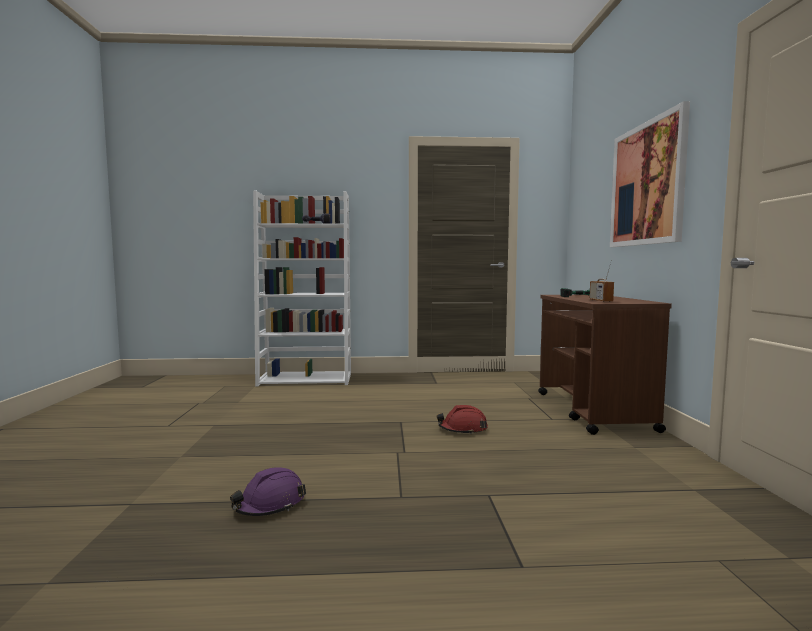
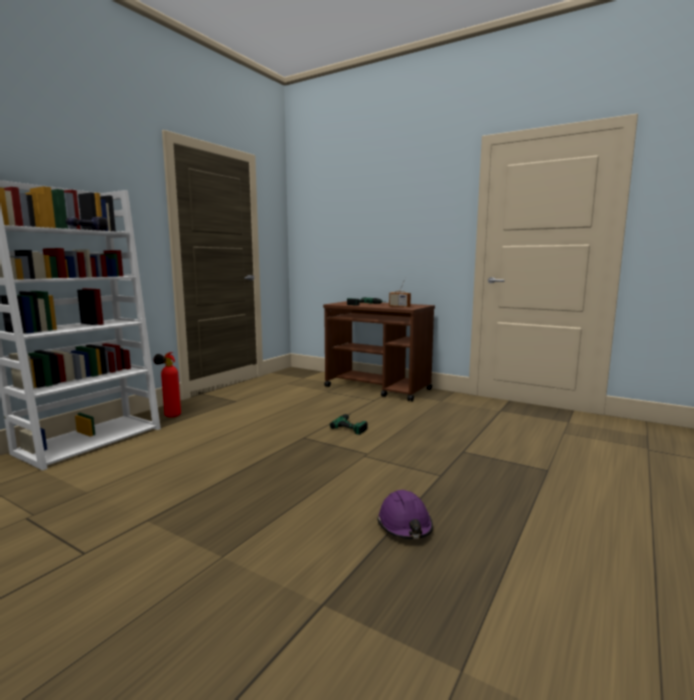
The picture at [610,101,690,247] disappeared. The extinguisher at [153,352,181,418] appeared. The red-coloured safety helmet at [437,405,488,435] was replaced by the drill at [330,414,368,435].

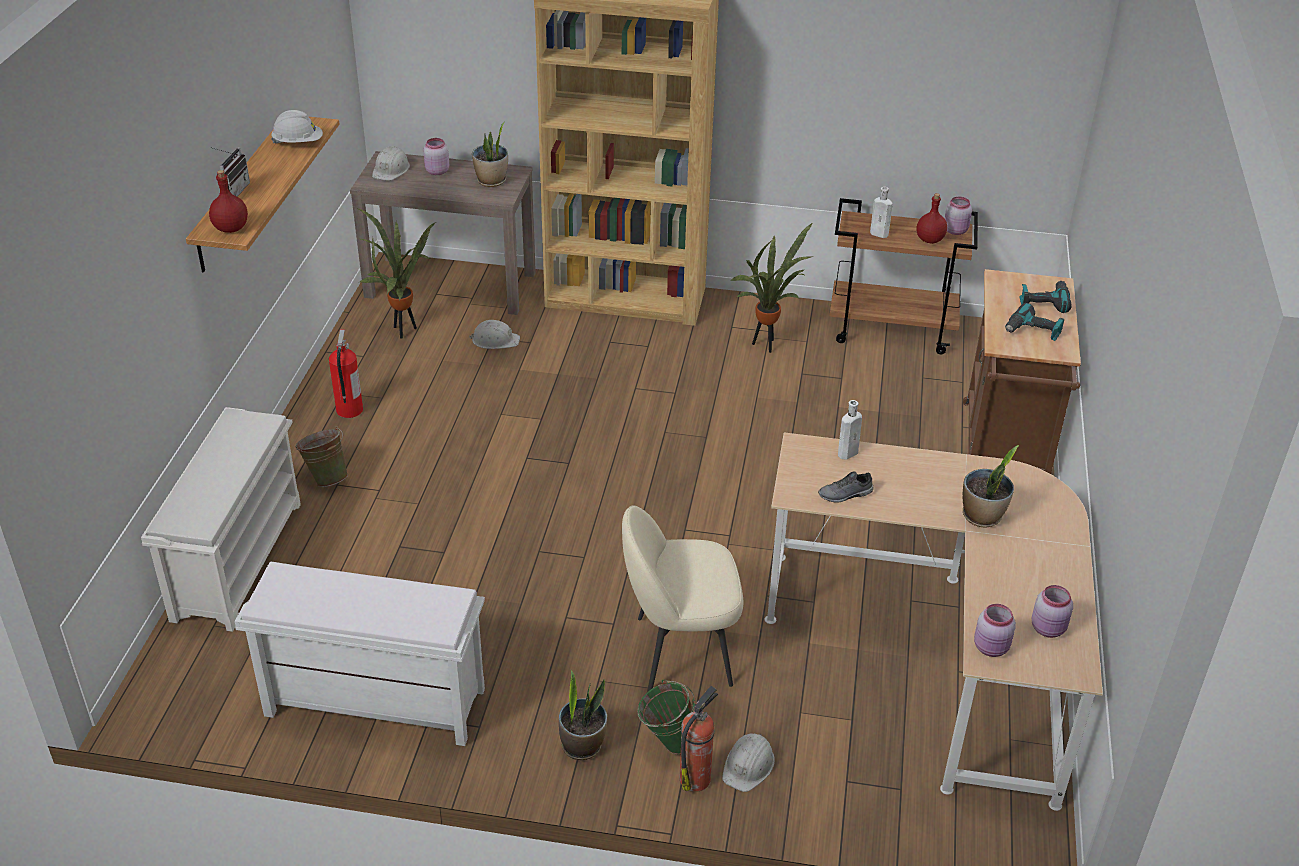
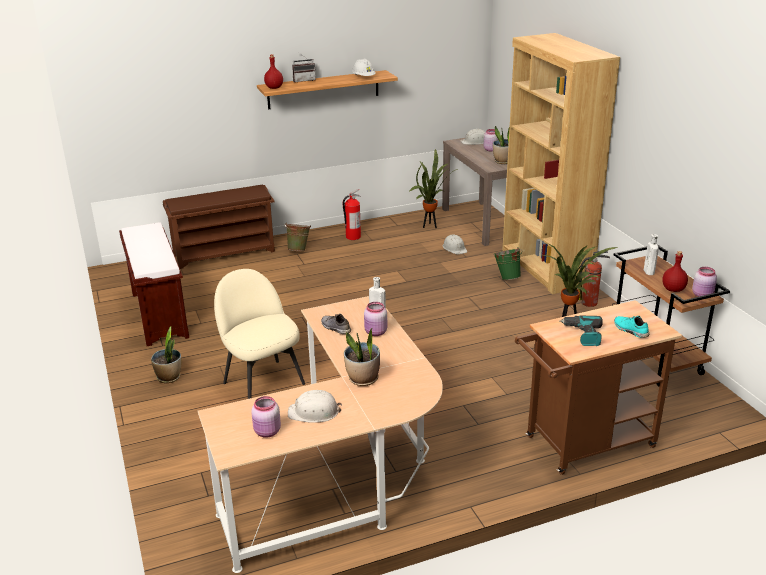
The greenish water bucket moved from [637,680,696,754] to [494,247,522,280]. The extinguisher moved from [680,686,718,792] to [578,251,610,307]. The white safety helmet moved from [722,733,775,792] to [288,390,342,423]. The pinkish jar moved from [974,604,1016,657] to [364,302,387,336]. The drill at [1019,281,1072,313] was replaced by the turquoise-coloured shoe at [614,316,649,338]. The white shoe stand at [141,407,301,632] became the brownish shoe stand at [163,185,275,269]. The white indoor bench at [235,562,485,746] became the brownish indoor bench at [119,222,189,346].

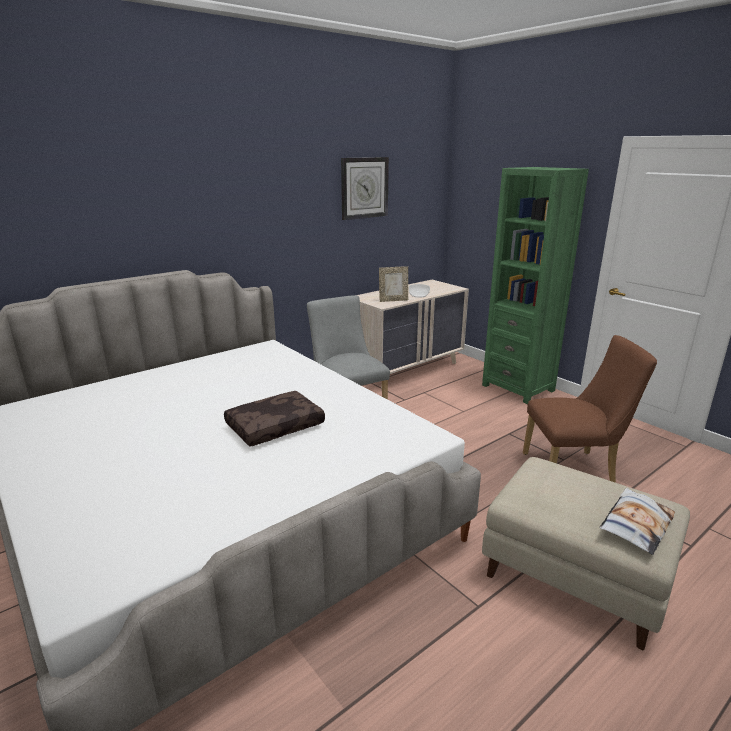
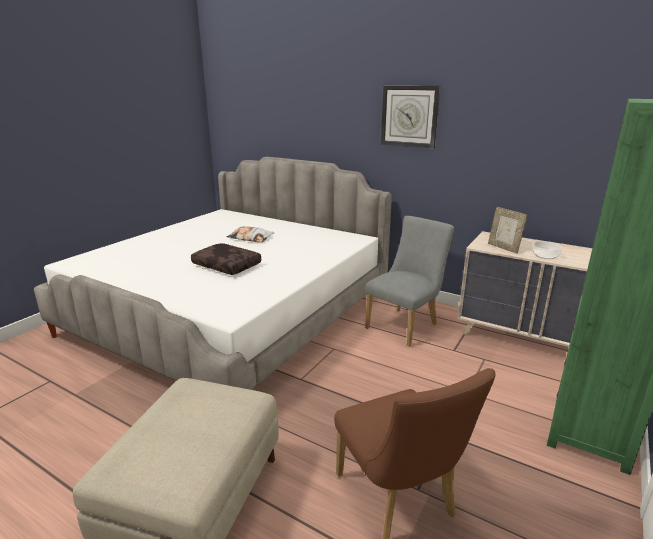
The hanging clock moved from [341,157,389,220] to [381,85,440,148]. The cushion moved from [600,488,675,555] to [227,226,274,242].

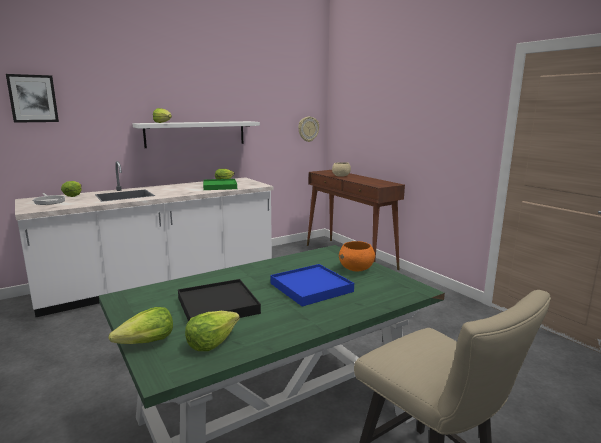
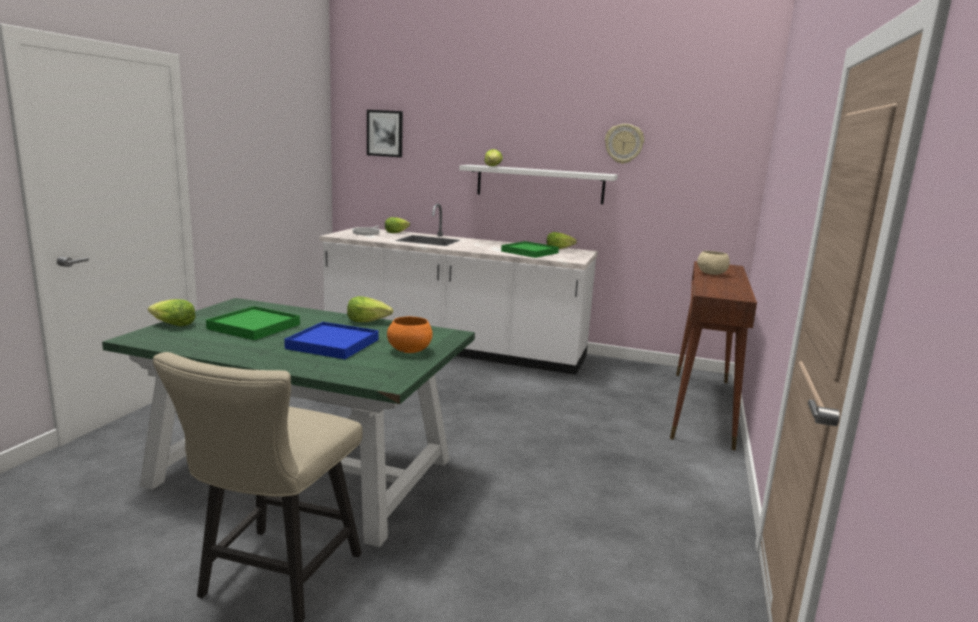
The lettuce head moved from [185,311,240,351] to [347,296,393,322]. The hanging clock moved from [298,117,319,142] to [605,124,644,164]. The blackish serving tray at [178,279,261,322] became the greenish serving tray at [206,306,300,340].

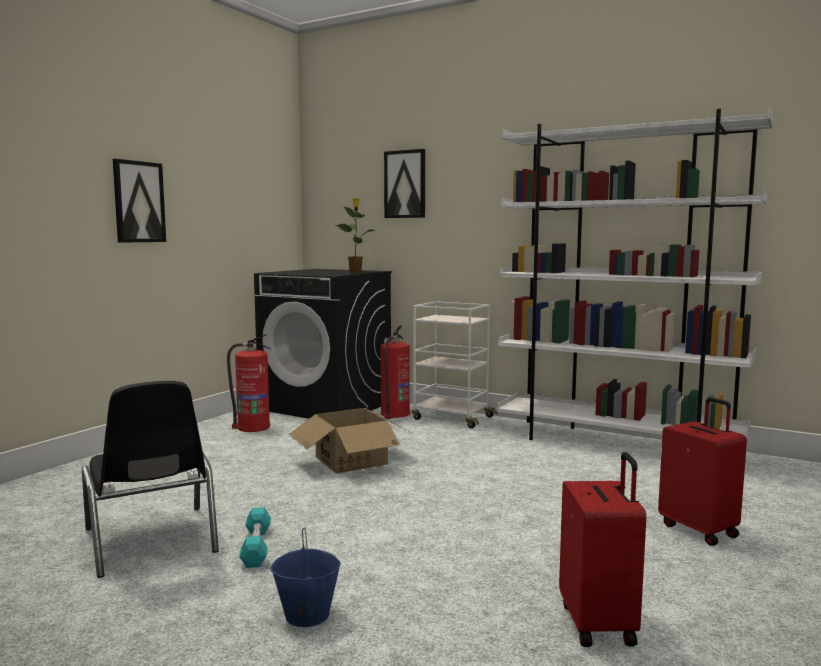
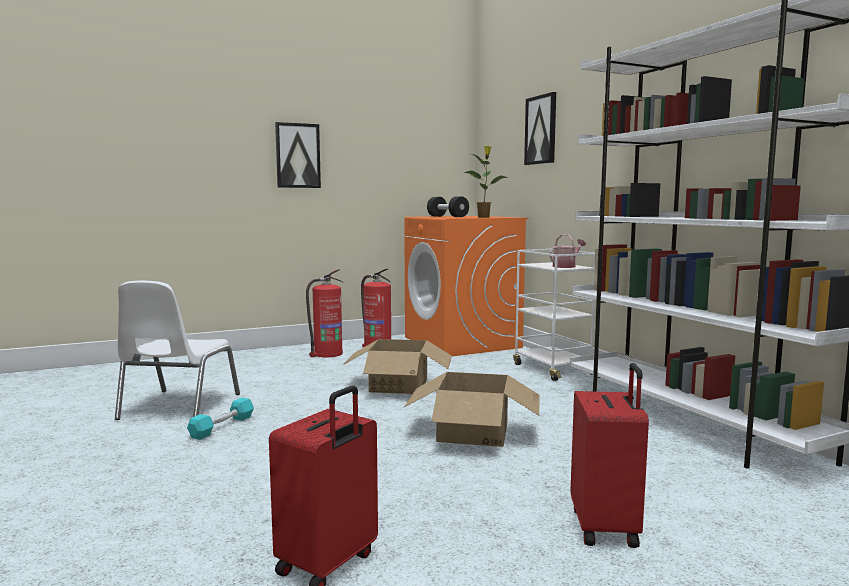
The blue water bucket at [270,527,341,627] disappeared. The packing box at [404,372,540,447] appeared. The blackish free weight at [427,196,469,217] appeared. The sprinkling can at [549,234,586,268] appeared. The extinguisher moved from [381,325,410,419] to [306,269,343,357]. The blackish chair at [82,381,219,578] became the white chair at [115,281,240,420]. The blackish laundry machine at [254,269,392,419] became the orange laundry machine at [404,216,529,356].

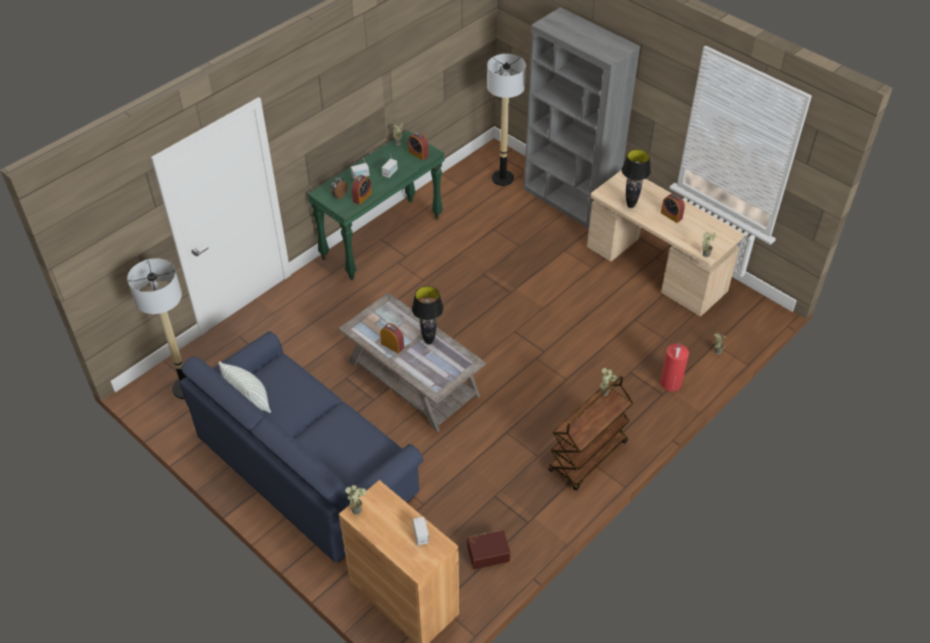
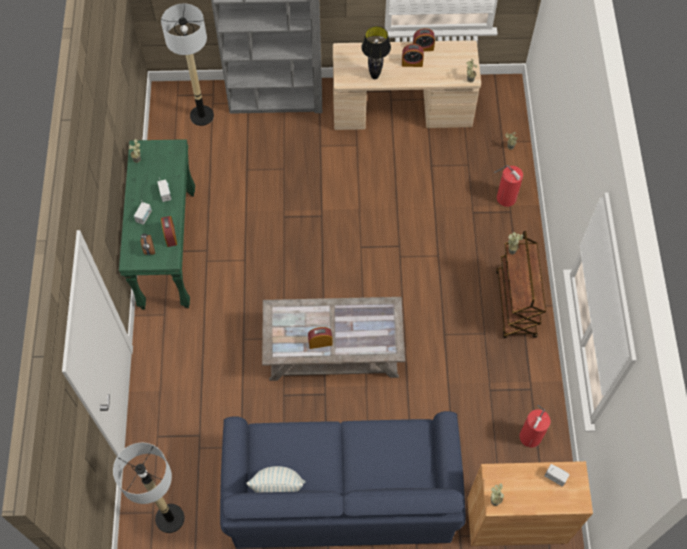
The blackish table lamp at [412,286,444,344] disappeared. The alarm clock moved from [408,132,429,160] to [413,28,435,51]. The brownish storage container at [467,530,510,569] was replaced by the extinguisher at [519,405,550,448].

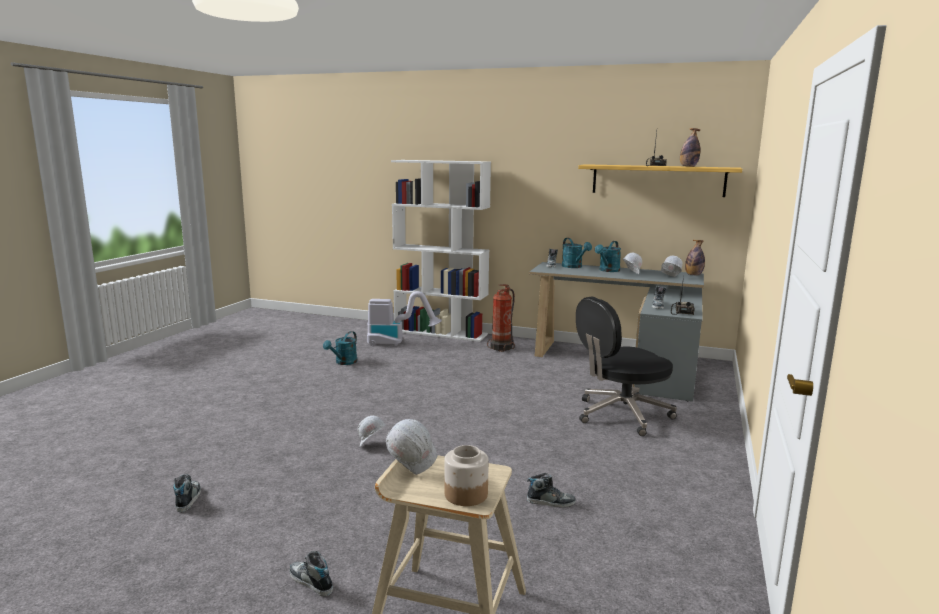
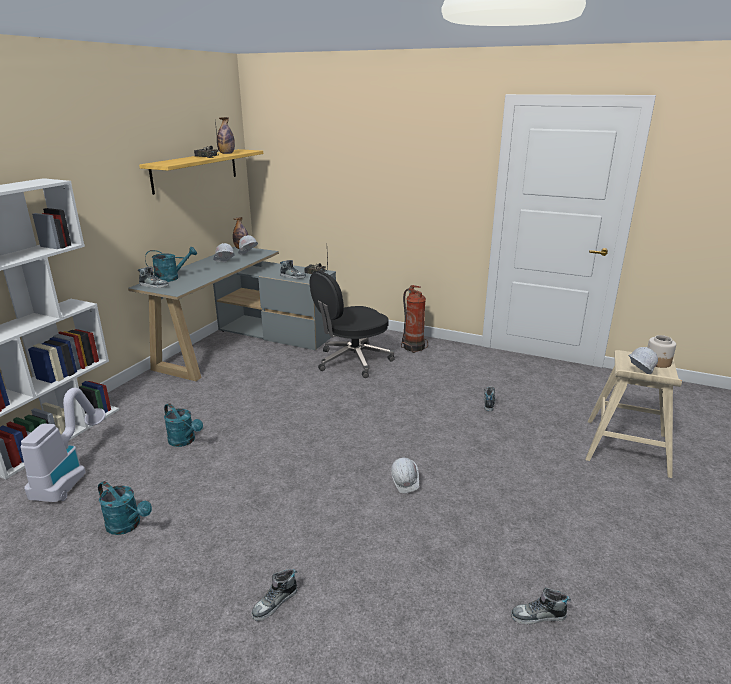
The shoe moved from [289,551,333,597] to [251,569,297,621]. The extinguisher moved from [487,284,515,352] to [401,285,428,353]. The turquoise-coloured sprinkling can moved from [595,241,621,272] to [164,403,203,447]. The blackish office chair at [576,296,677,436] turned 75 degrees clockwise.

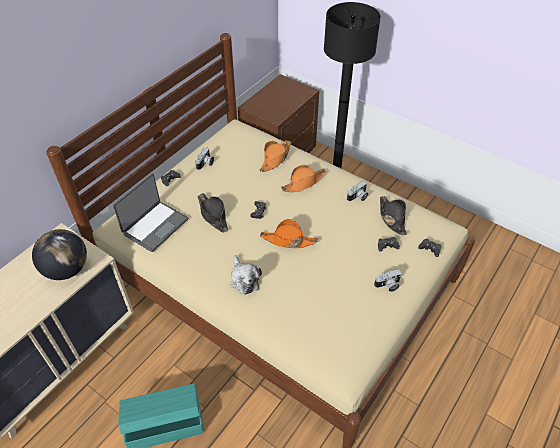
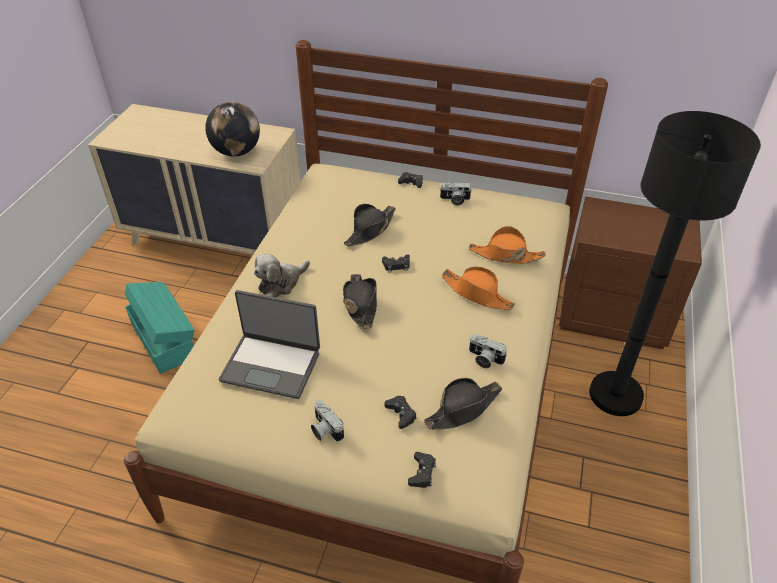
The laptop moved from [113,173,188,252] to [219,290,320,399]. The orange wearable hat at [260,219,318,248] became the blackish wearable hat at [343,274,377,329].

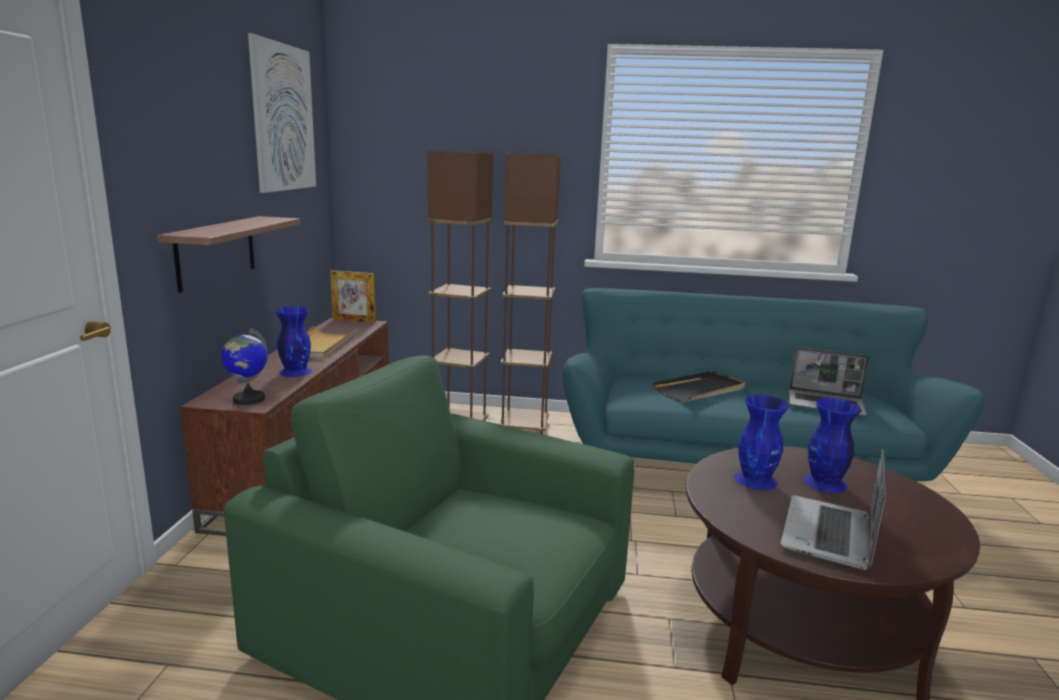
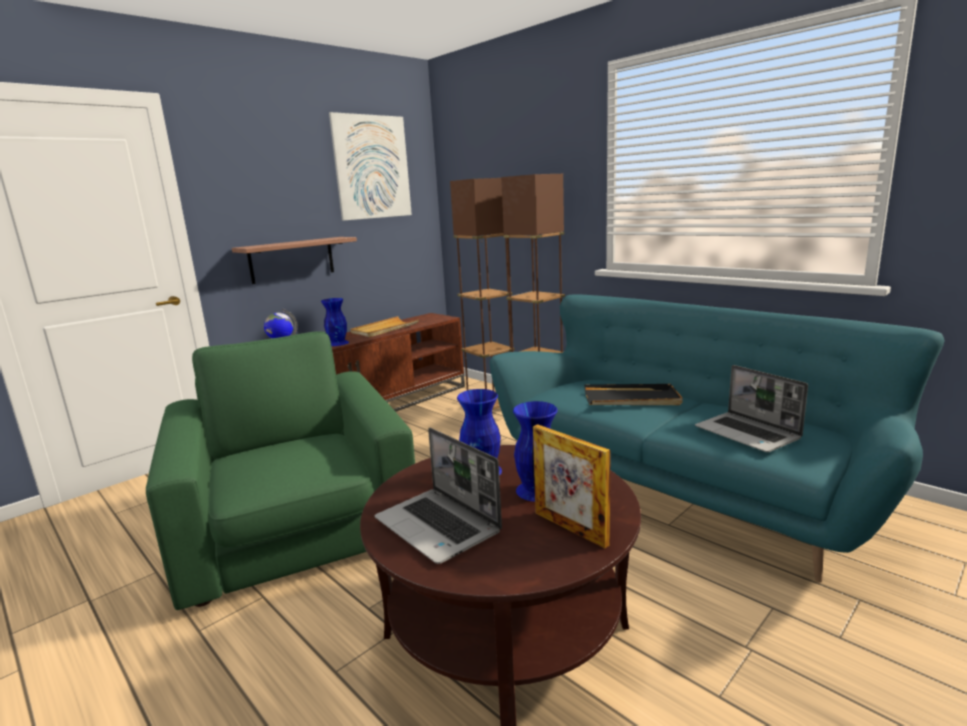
The photo frame moved from [330,270,376,323] to [533,424,611,548]. The laptop at [780,449,886,570] turned 105 degrees counterclockwise.

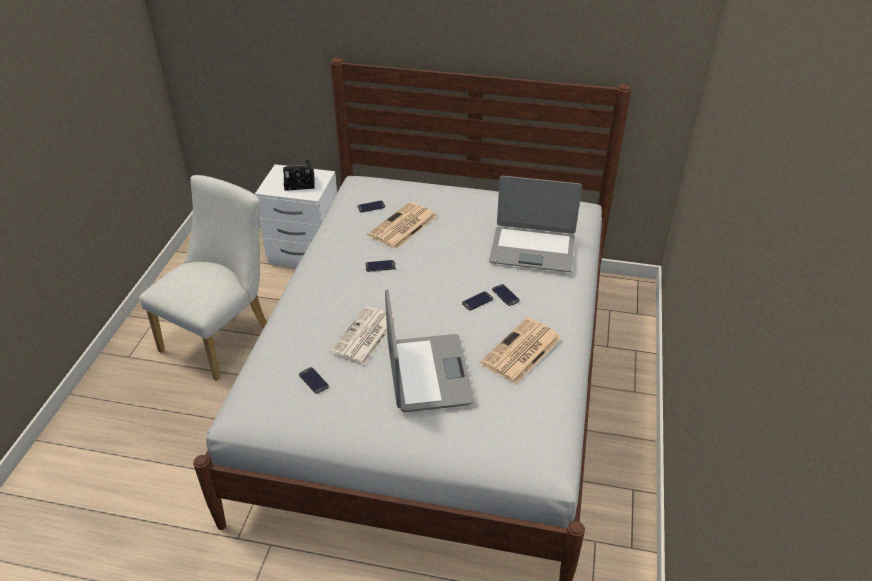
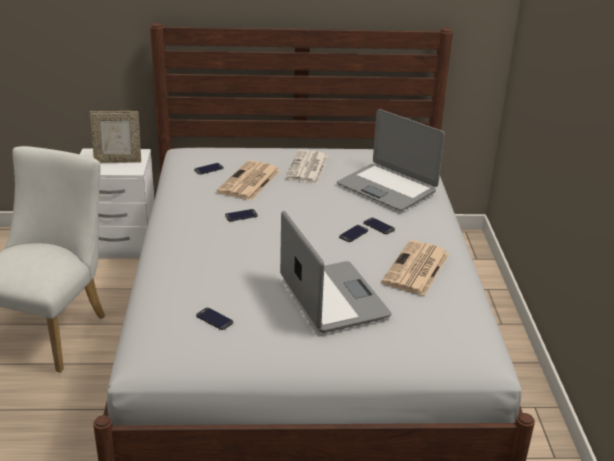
The newspaper moved from [330,306,398,365] to [286,150,328,183]. The photo camera at [283,160,315,191] was replaced by the photo frame at [90,111,141,163]. The laptop at [489,176,582,272] turned 45 degrees clockwise.

